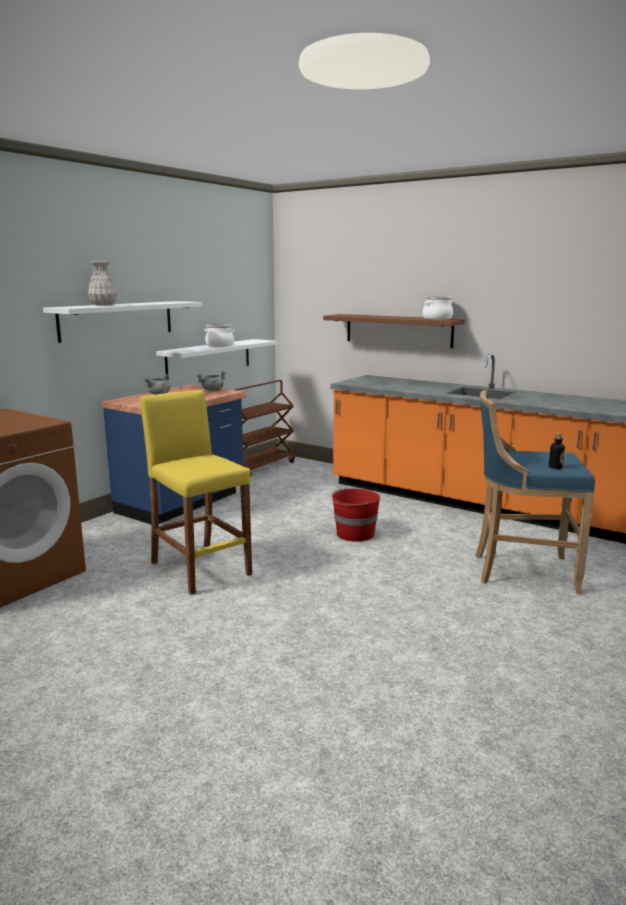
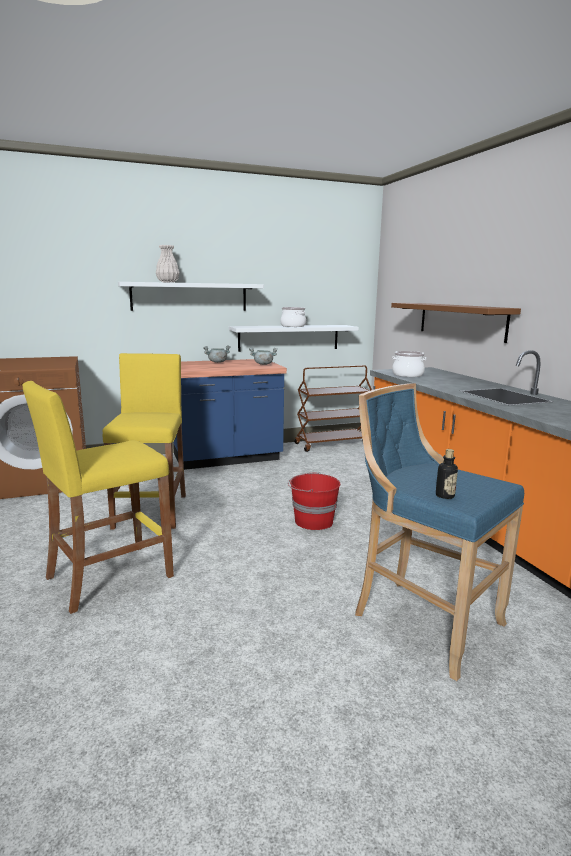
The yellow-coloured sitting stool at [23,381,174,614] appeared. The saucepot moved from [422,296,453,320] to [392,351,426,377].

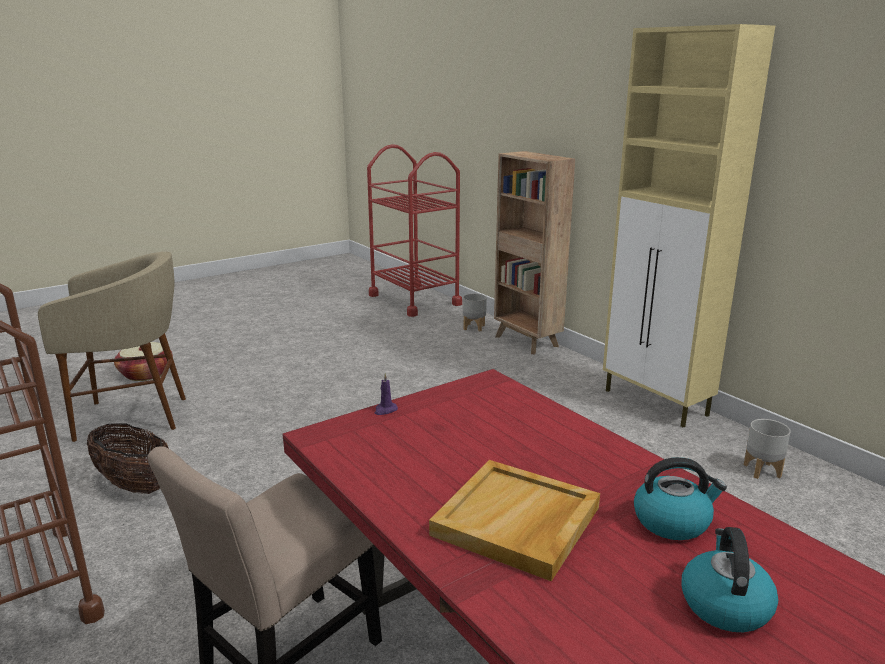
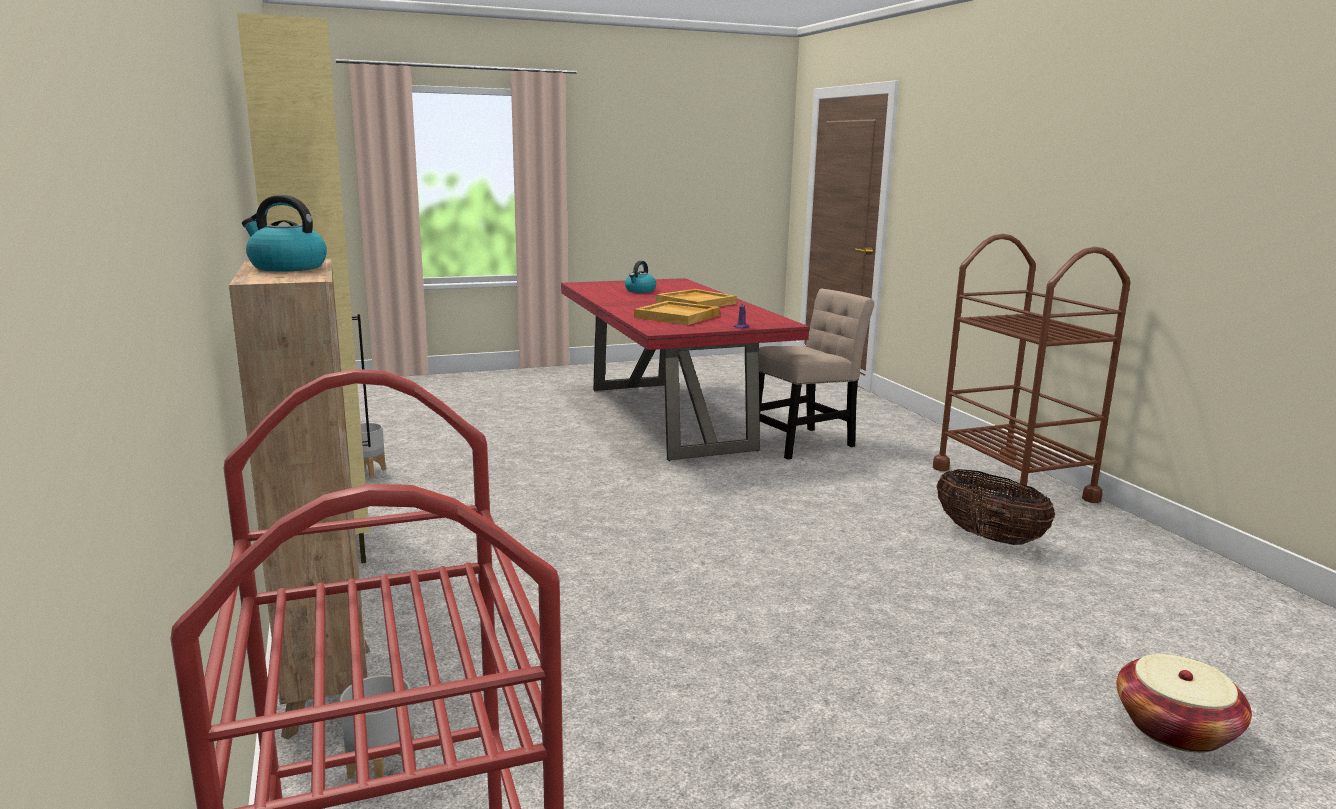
The beige sitting stool at [38,252,186,442] disappeared. The beige serving tray at [634,301,720,325] appeared. The water kettle moved from [634,457,727,540] to [242,195,327,271].

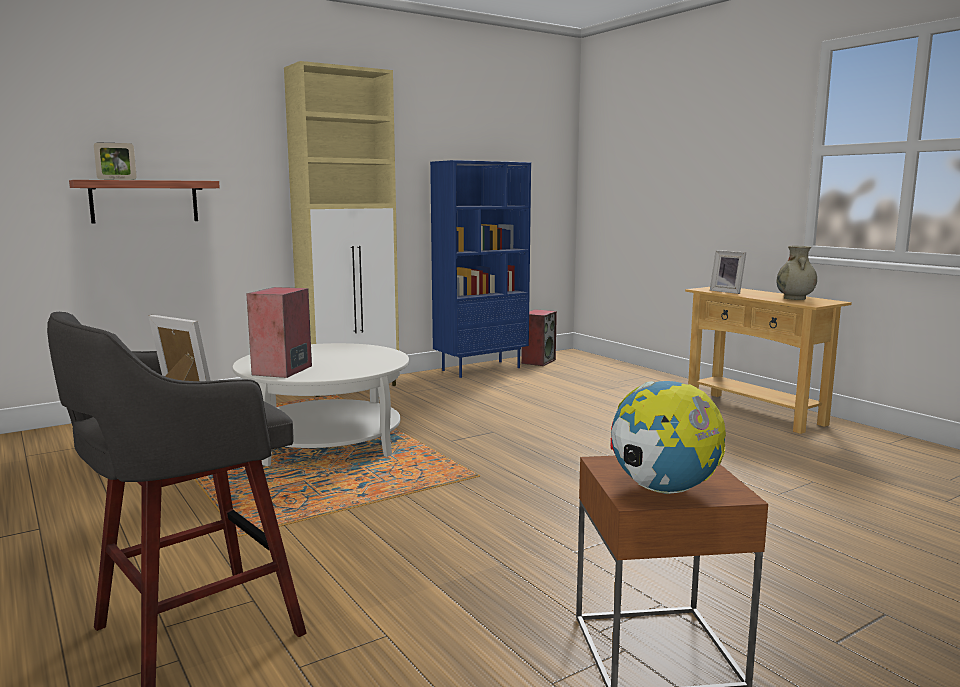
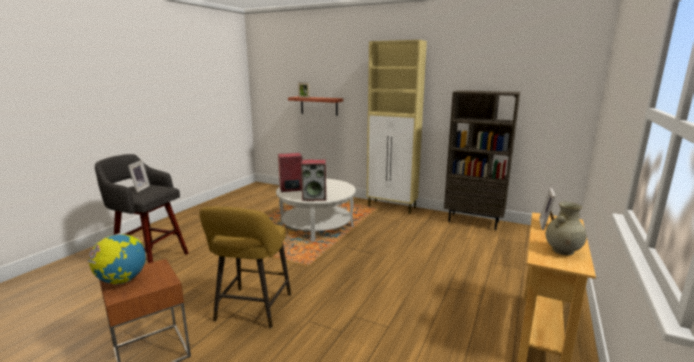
The yellow-coloured sitting stool at [199,207,291,328] appeared. The loudspeaker moved from [521,309,557,366] to [301,159,326,201]. The blue shelving unit at [430,160,531,378] became the brownish shelving unit at [444,90,520,230].

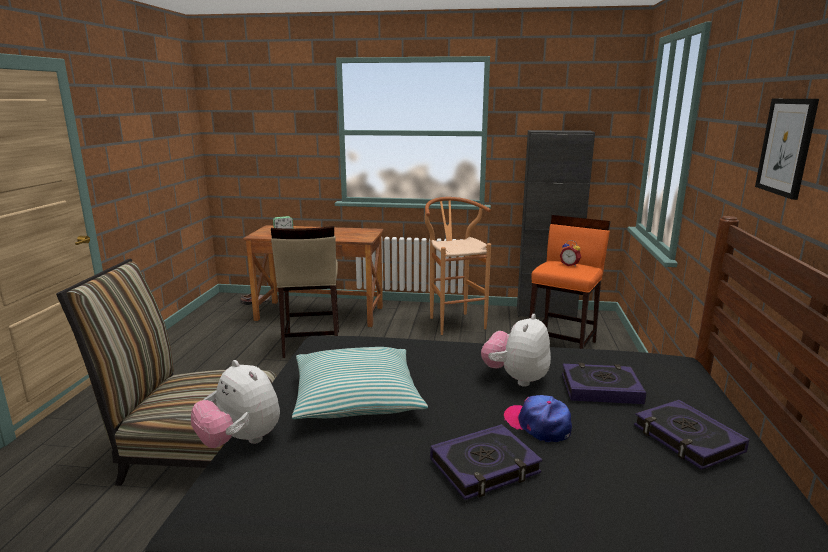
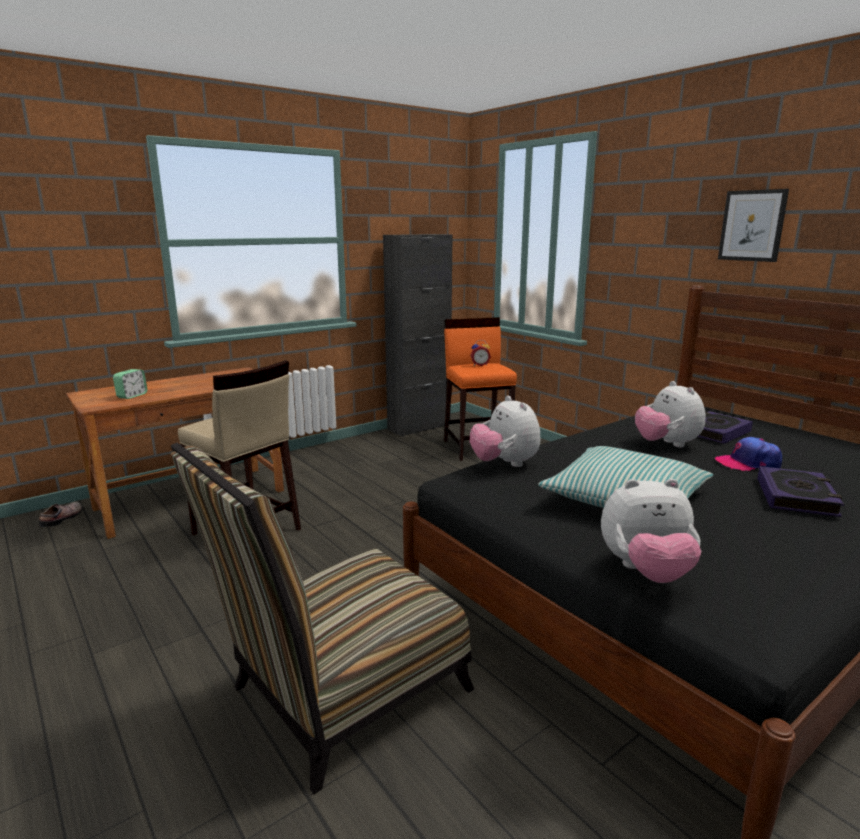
The brownish sitting stool at [425,197,491,335] disappeared. The book at [634,400,749,470] disappeared. The cuddly toy at [470,396,541,467] appeared.

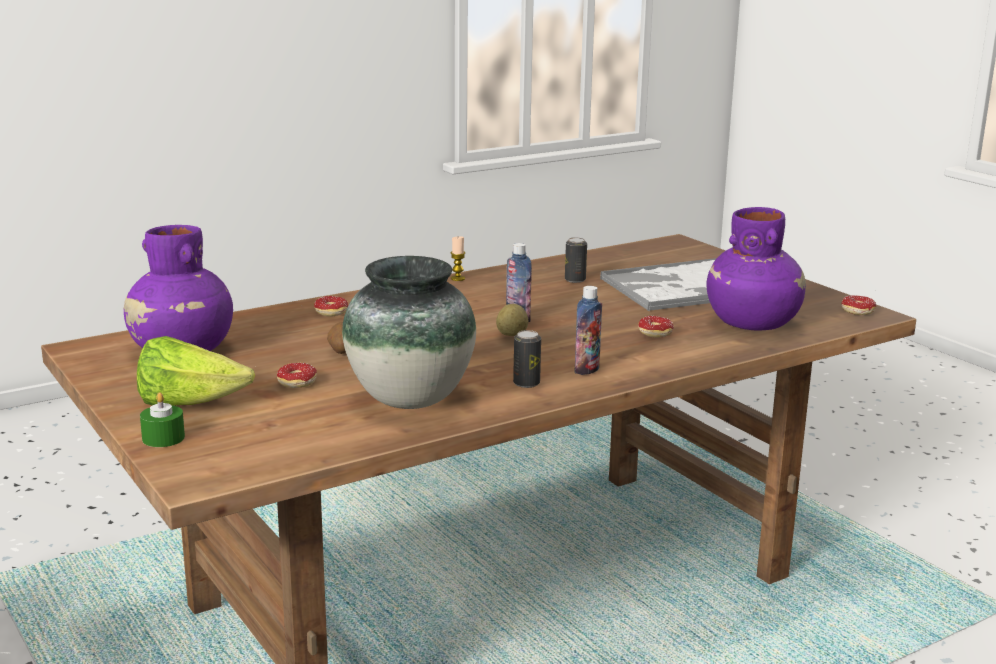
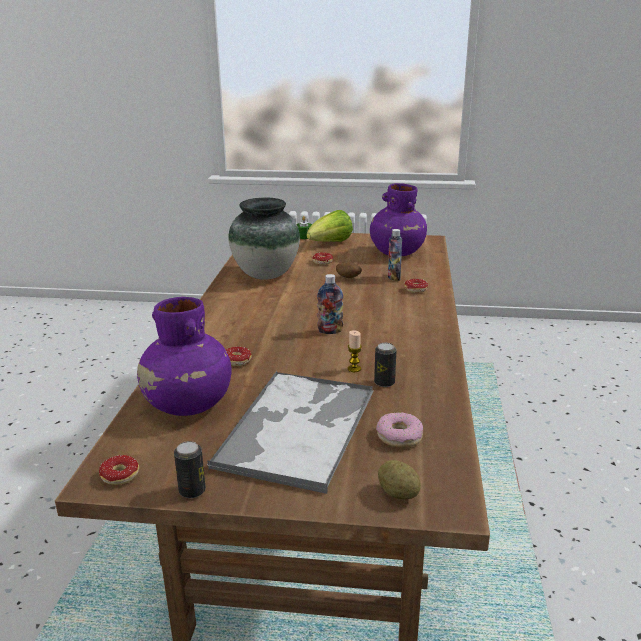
The ring doughnut at [376,412,423,448] appeared. The candle moved from [451,236,465,281] to [348,330,362,372]. The potato moved from [496,304,528,336] to [378,460,421,500]. The can moved from [513,330,541,388] to [174,441,206,498]. The beverage bottle moved from [574,286,602,375] to [388,229,402,281].

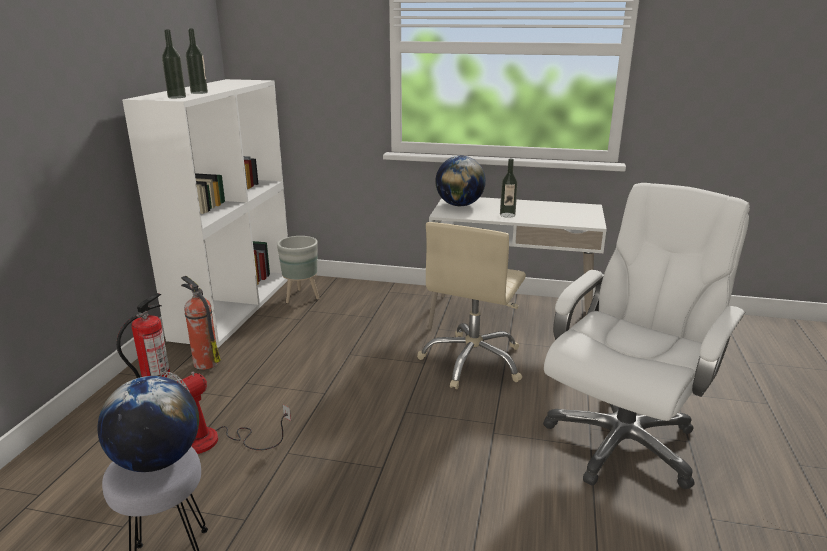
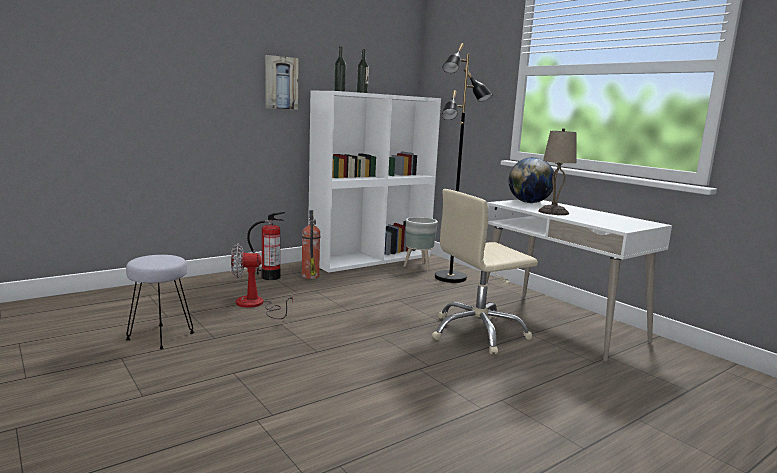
The desk globe at [97,376,199,472] disappeared. The white office chair at [543,183,750,489] disappeared. The picture at [265,55,299,110] appeared. The blackish standard lamp at [435,43,493,283] appeared. The beverage bottle at [500,159,518,218] was replaced by the beige table lamp at [538,128,577,215].

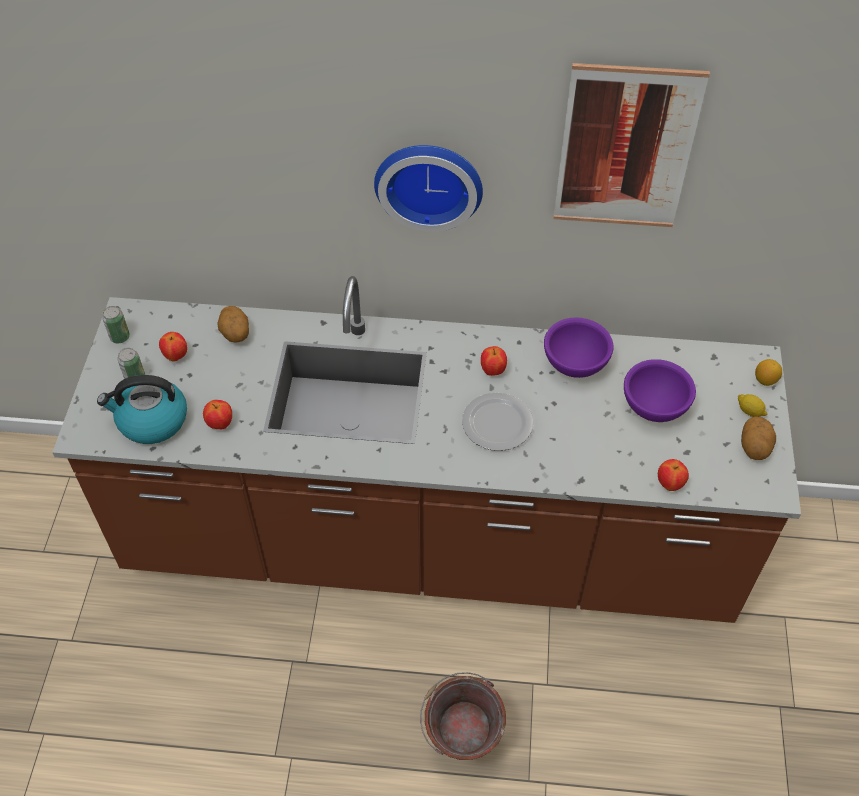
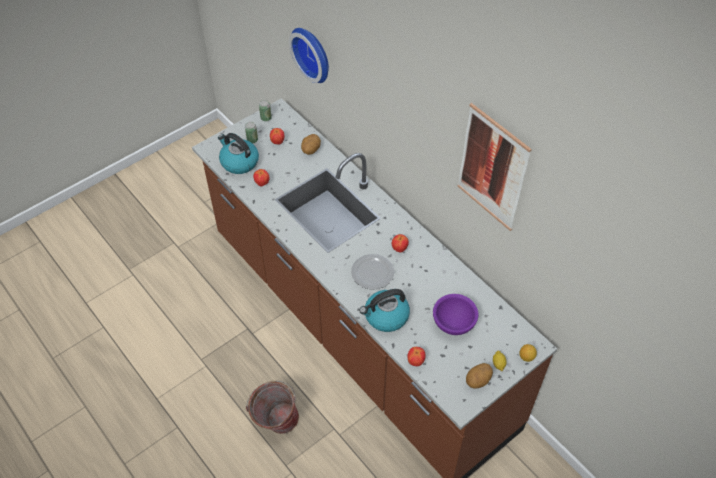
The purple serving bowl at [544,318,614,378] disappeared. The water kettle at [359,289,410,332] appeared. The hanging clock moved from [374,145,483,232] to [289,28,329,83].

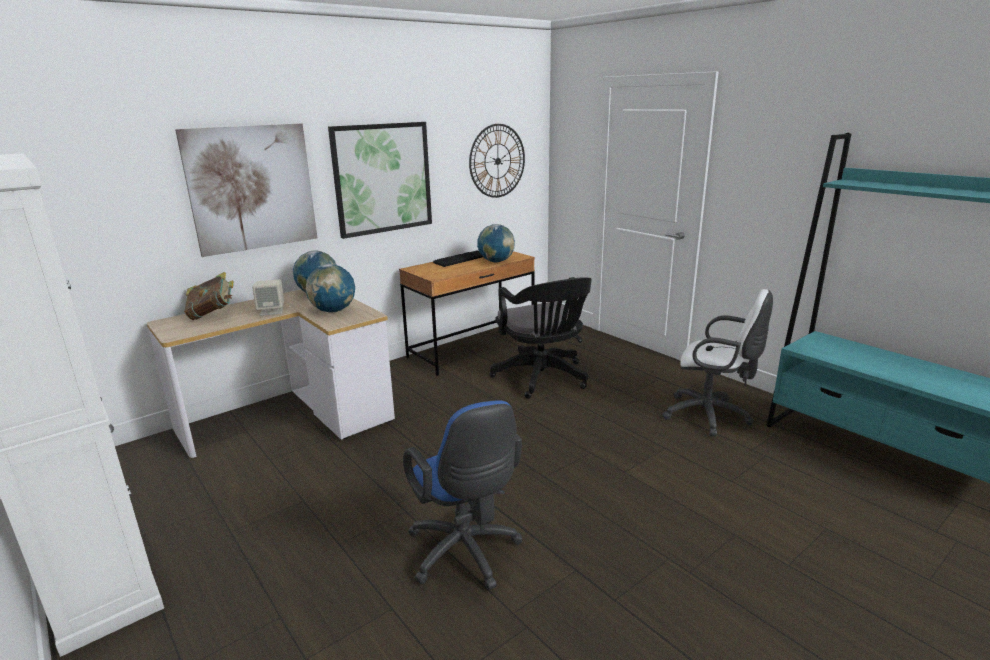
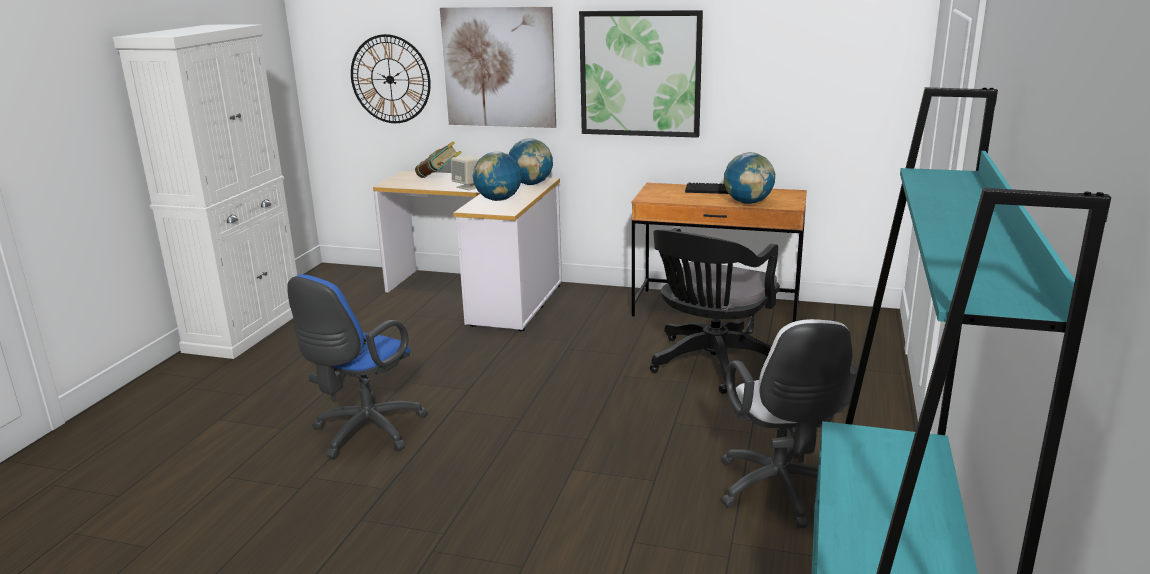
The hanging clock moved from [469,124,525,198] to [351,34,431,123].

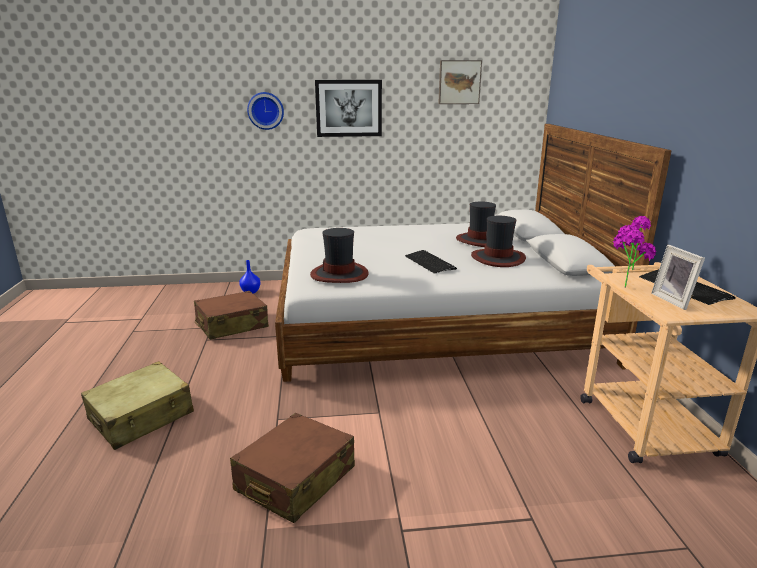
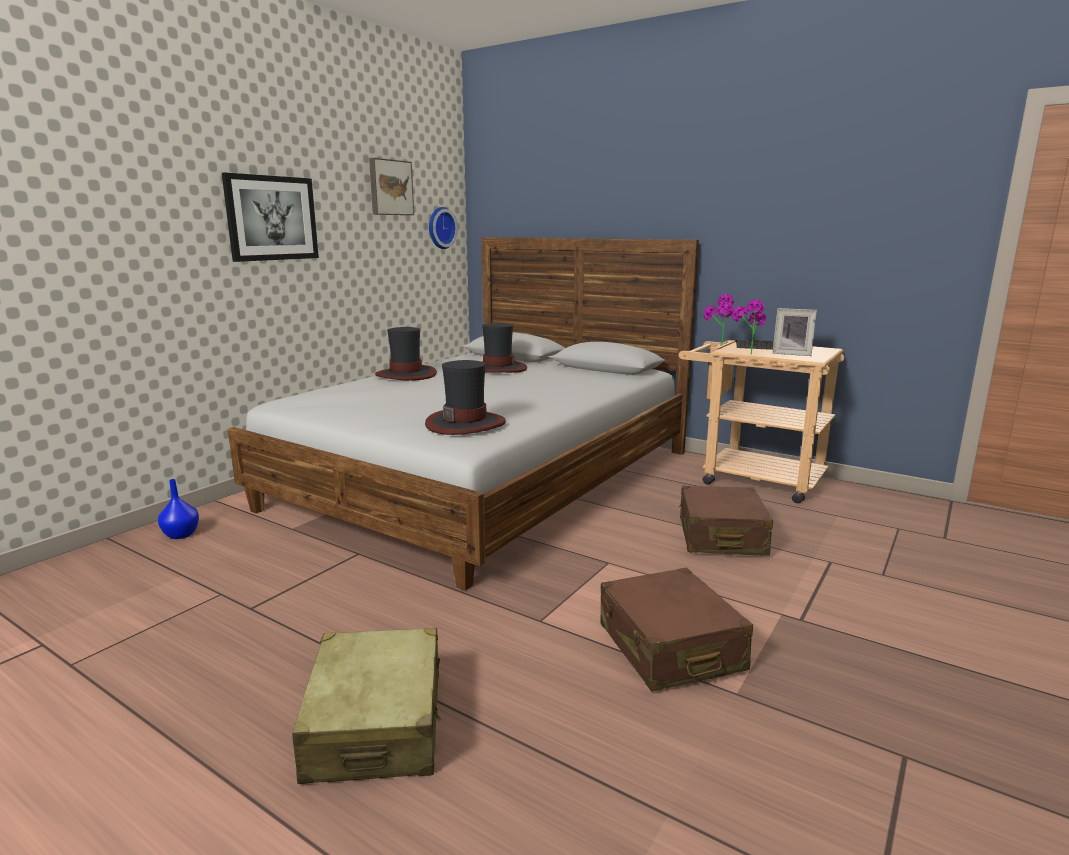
The computer keyboard at [405,250,457,274] disappeared. The brownish piece of luggage moved from [194,291,269,340] to [679,486,773,556]. The hanging clock moved from [247,92,284,130] to [429,207,458,249]. The wearable hat moved from [471,216,526,267] to [375,327,437,381].

